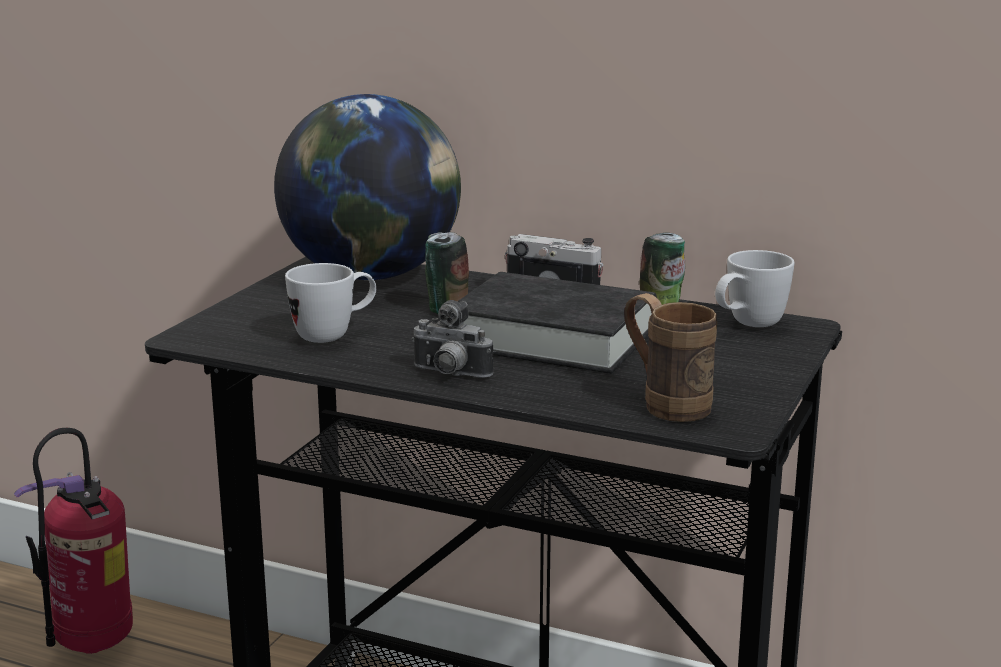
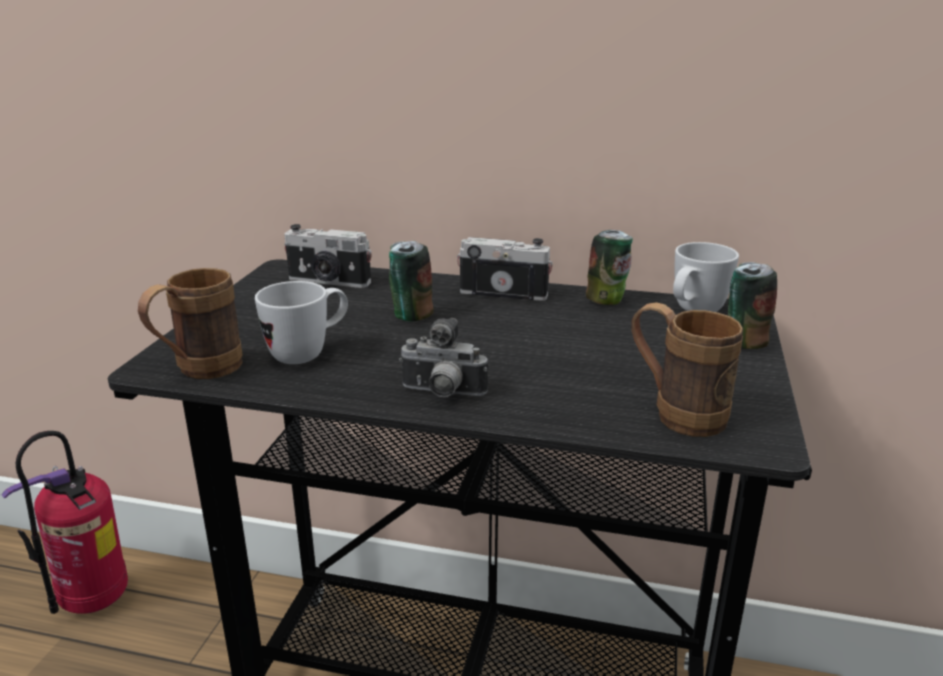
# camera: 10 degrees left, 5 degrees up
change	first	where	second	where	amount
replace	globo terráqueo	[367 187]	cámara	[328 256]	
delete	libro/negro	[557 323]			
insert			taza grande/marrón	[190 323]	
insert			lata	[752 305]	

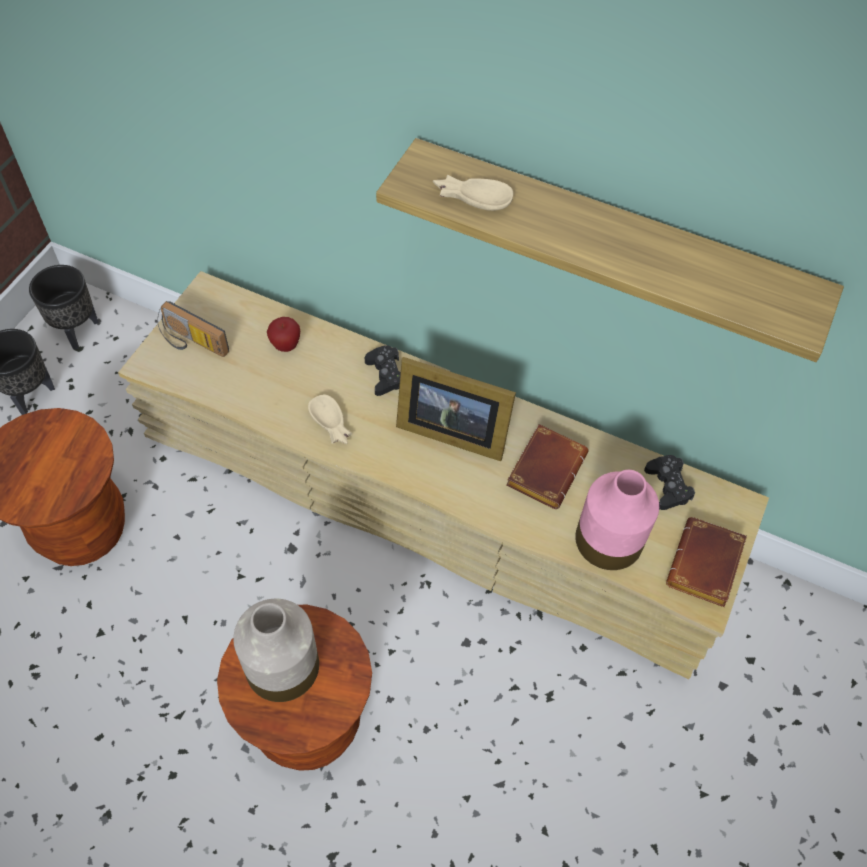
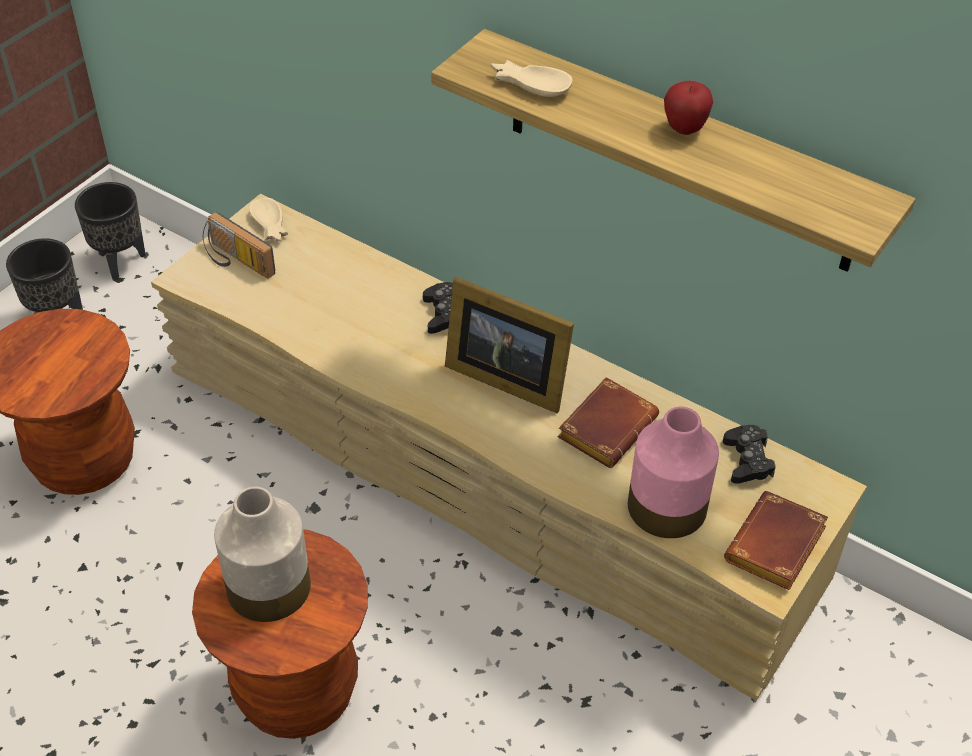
# camera: 10 degrees right, 10 degrees down
change	first	where	second	where	amount
move	manzana	[283 334]		[688 108]	
move	cuenco/beis	[330 419]		[268 219]	

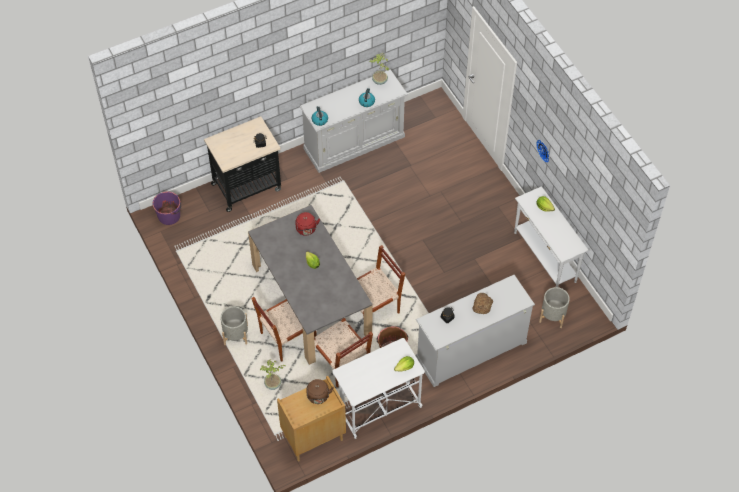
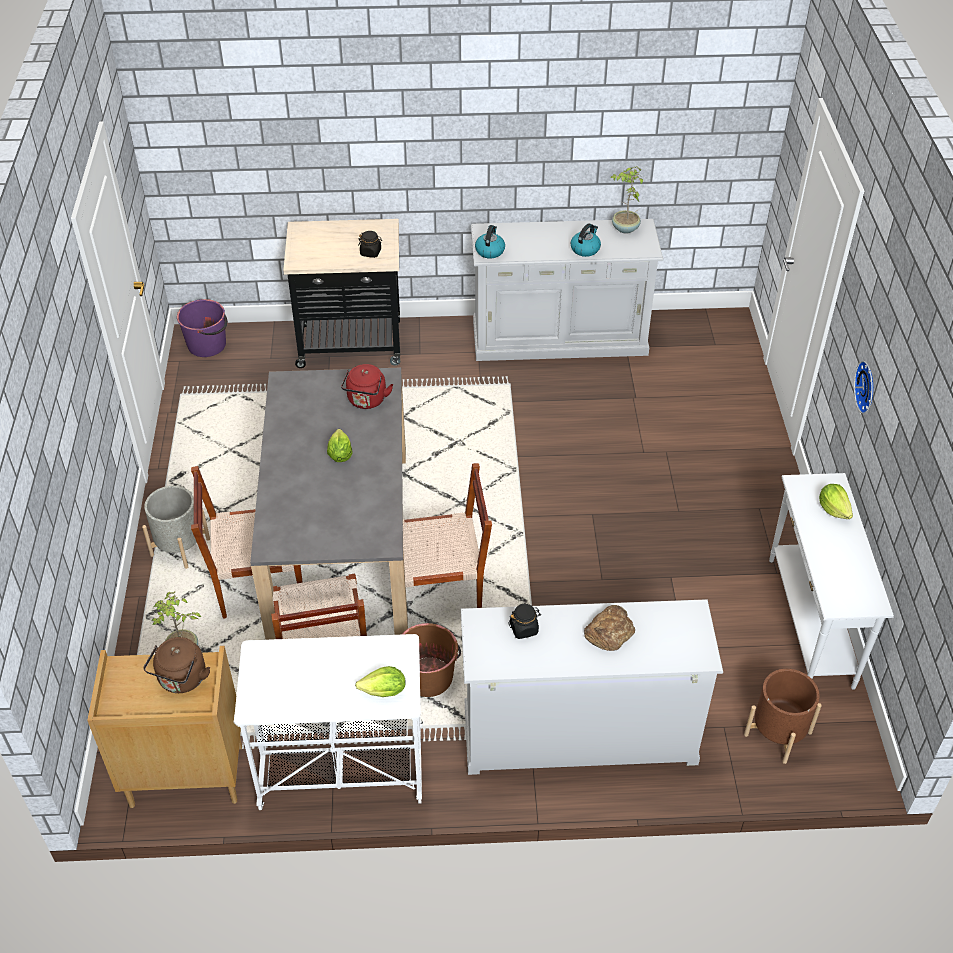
# camera: 25 degrees right, 10 degrees down
change	first	where	second	where	amount
recolor	maceta/gris	[554 307]	maceta/marrón	[783 716]	

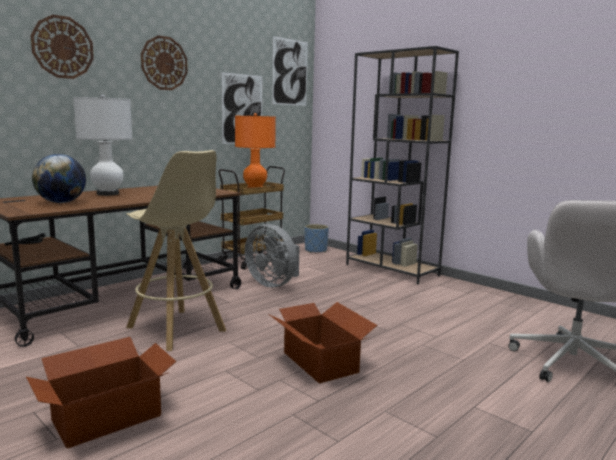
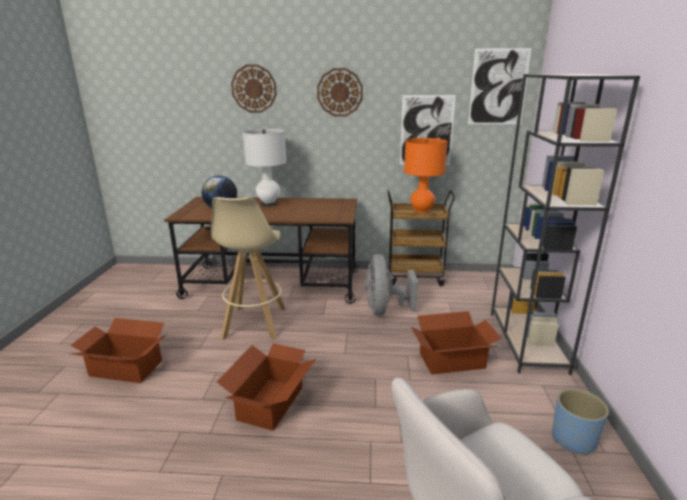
# camera: 50 degrees right, 10 degrees up
change	first	where	second	where	amount
move	maceta/azul	[317 238]		[580 422]	
insert			caja de cartón	[456 343]	

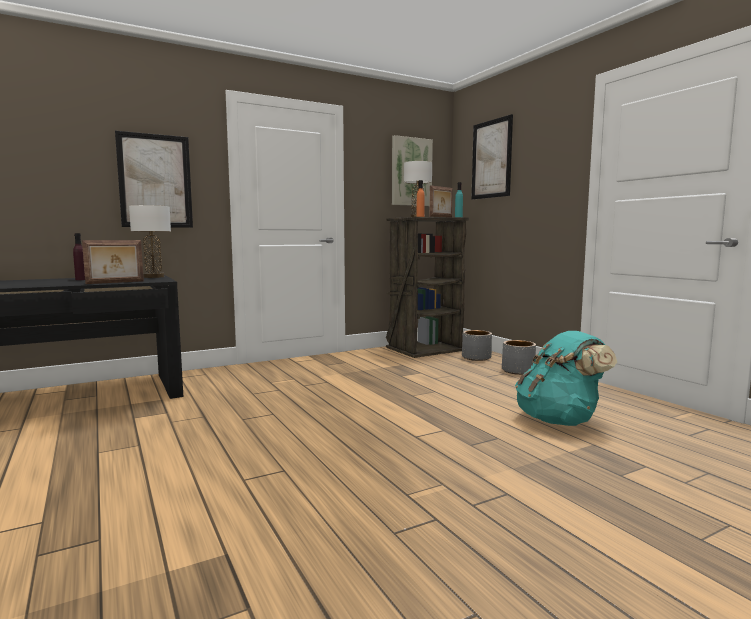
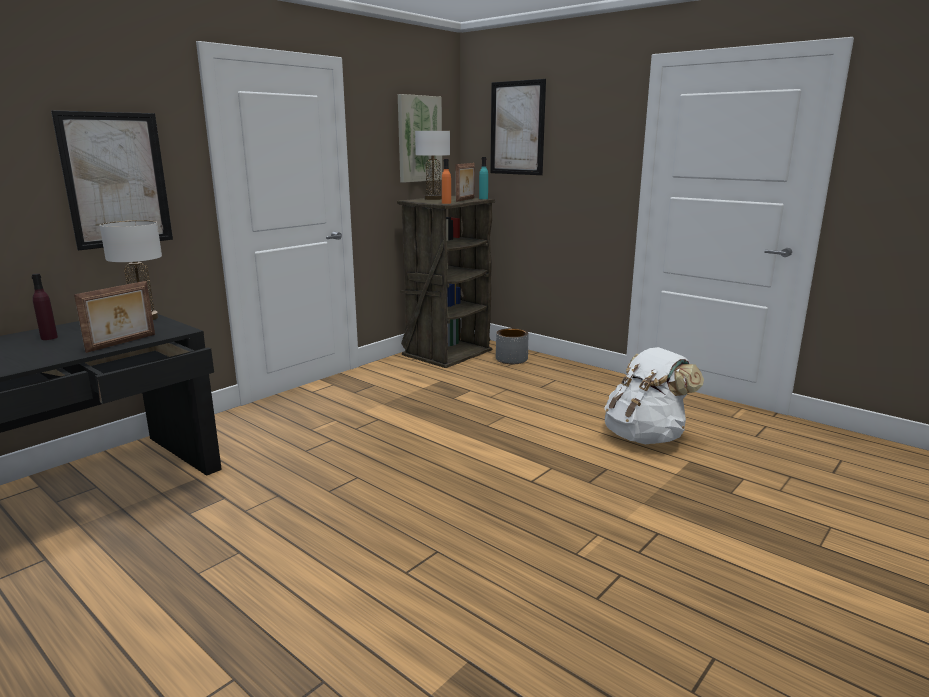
# camera: 20 degrees left, 10 degrees up
change	first	where	second	where	amount
delete	maceta/gris	[519 357]			
recolor	mochila/turquesa	[566 378]	mochila/blanco	[654 395]	

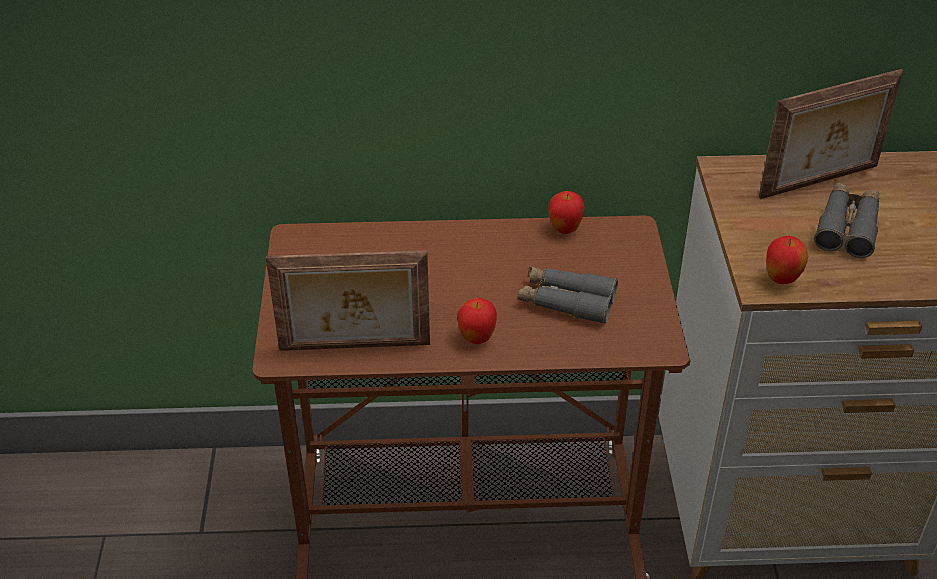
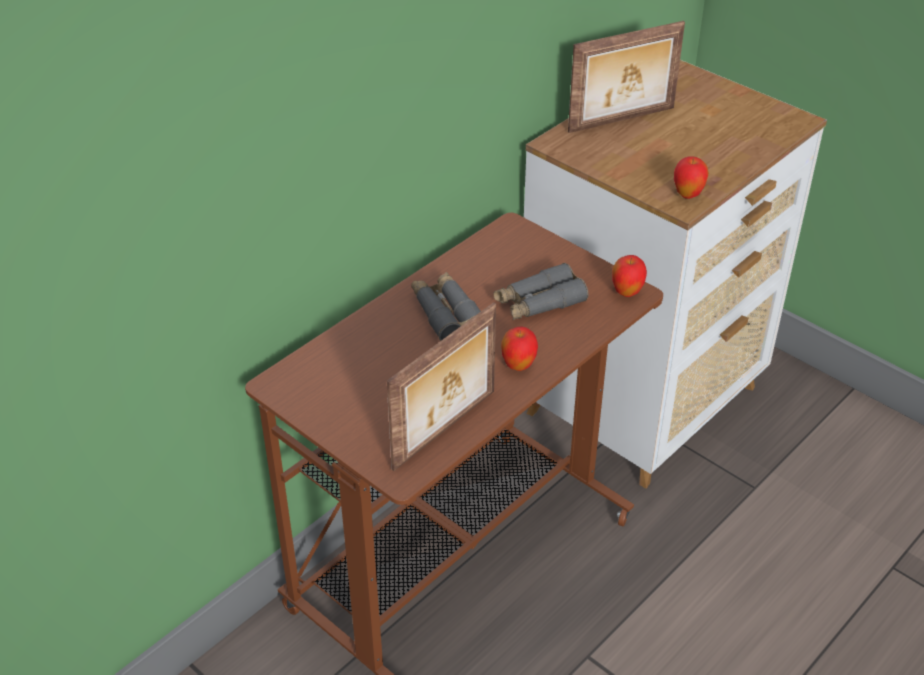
# camera: 45 degrees left, 0 degrees up
change	first	where	second	where	amount
move	manzana	[566 212]		[629 276]	
rotate	portarretratos	[830 134]		[626 77]	45 degrees clockwise
move	prismáticos/gris	[846 220]		[446 306]	

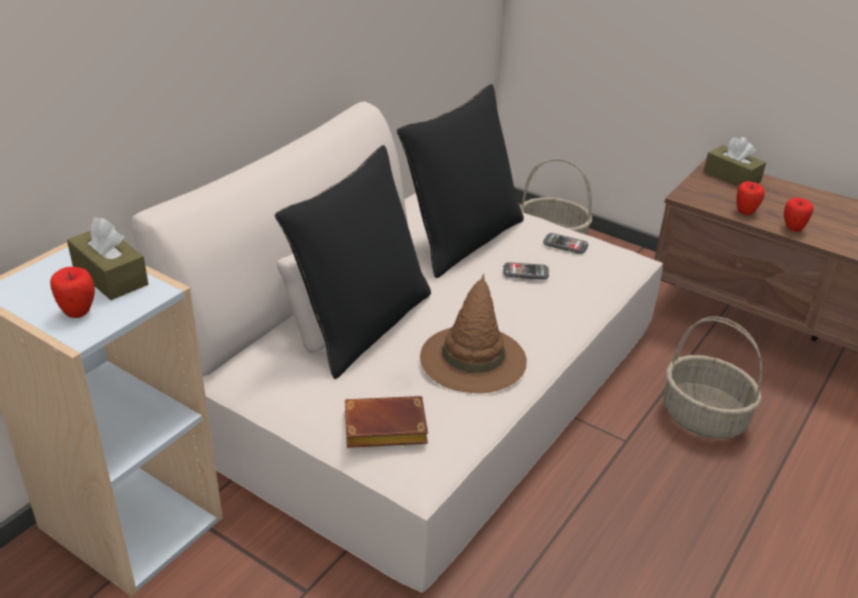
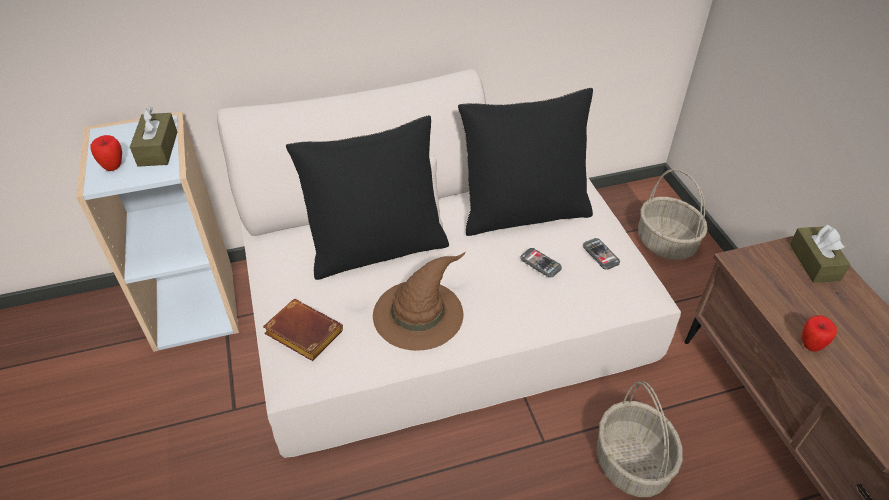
# camera: 40 degrees right, 10 degrees up
change	first	where	second	where	amount
delete	manzana	[750 198]			

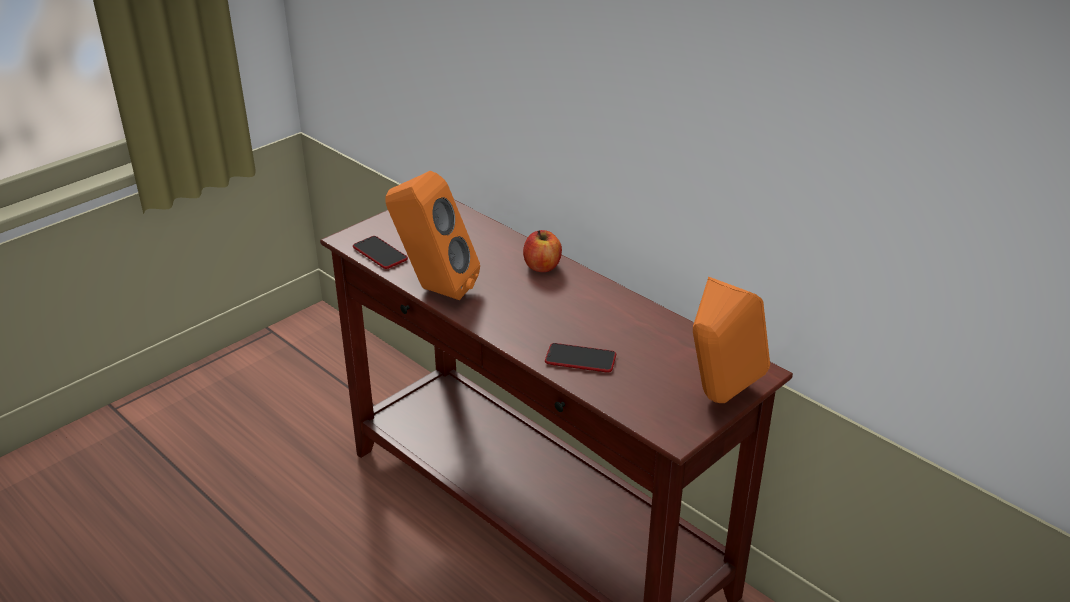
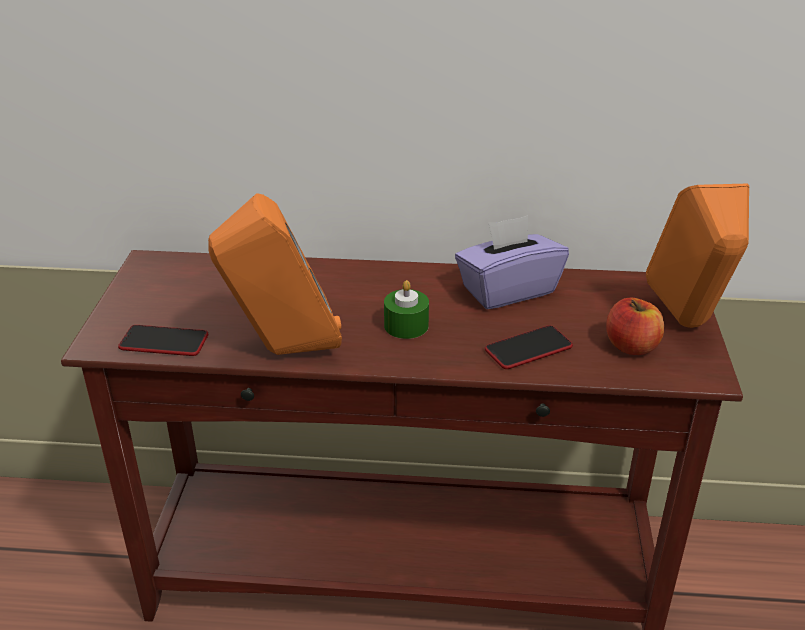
# camera: 40 degrees left, 0 degrees up
change	first	where	second	where	amount
move	manzana	[542 251]		[635 326]	
insert			vela/verde	[406 309]	
insert			caja de pañuelos/morado	[512 262]	

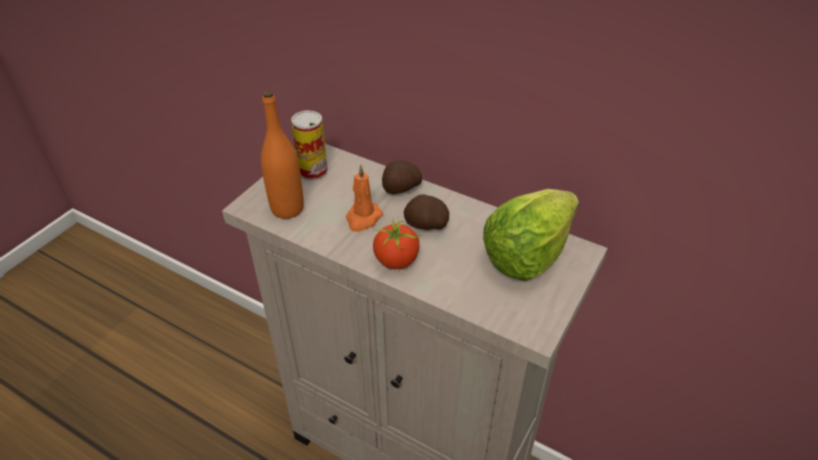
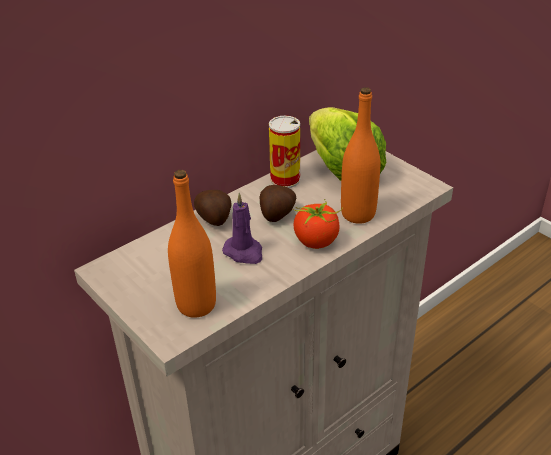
# camera: 70 degrees left, 5 degrees down
change	first	where	second	where	amount
move	lata	[309 145]		[284 152]	
recolor	vela/naranja	[364 198]	vela/morado	[242 228]	
insert			botella/naranja	[360 155]	

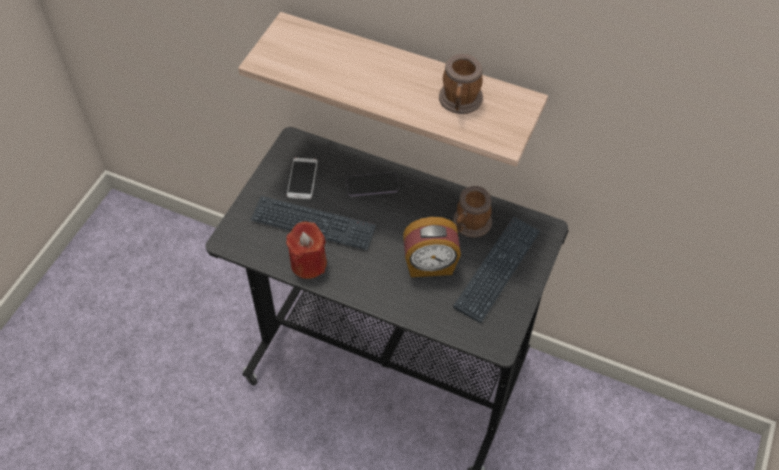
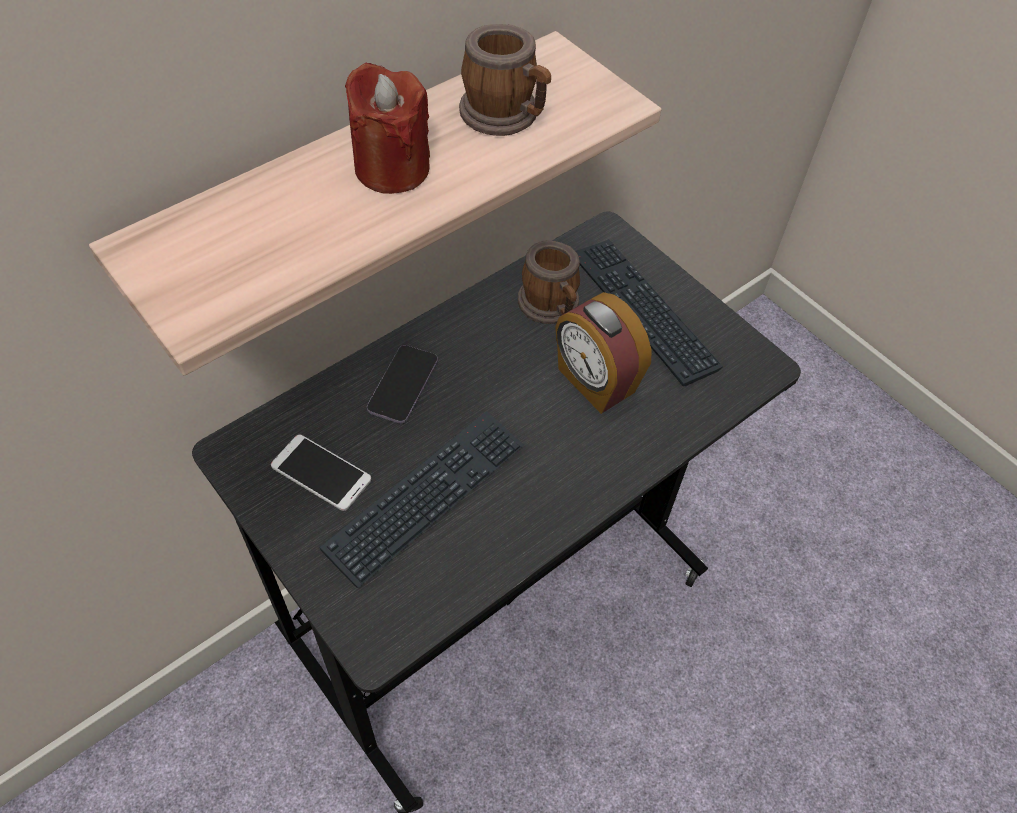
# camera: 65 degrees left, 0 degrees up
change	first	where	second	where	amount
move	vela/rojo	[306 250]		[387 128]	
rotate	despertador	[432 247]		[603 353]	120 degrees clockwise

